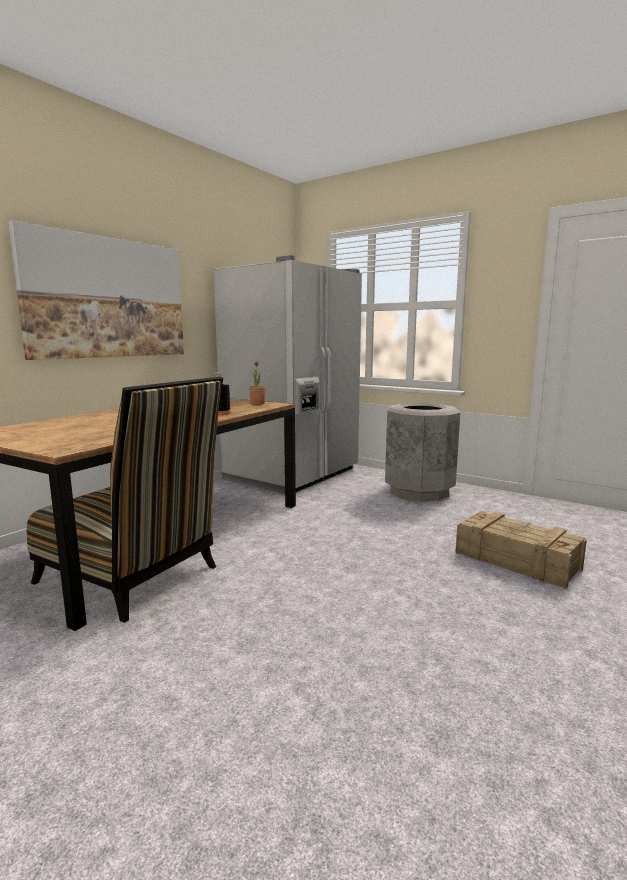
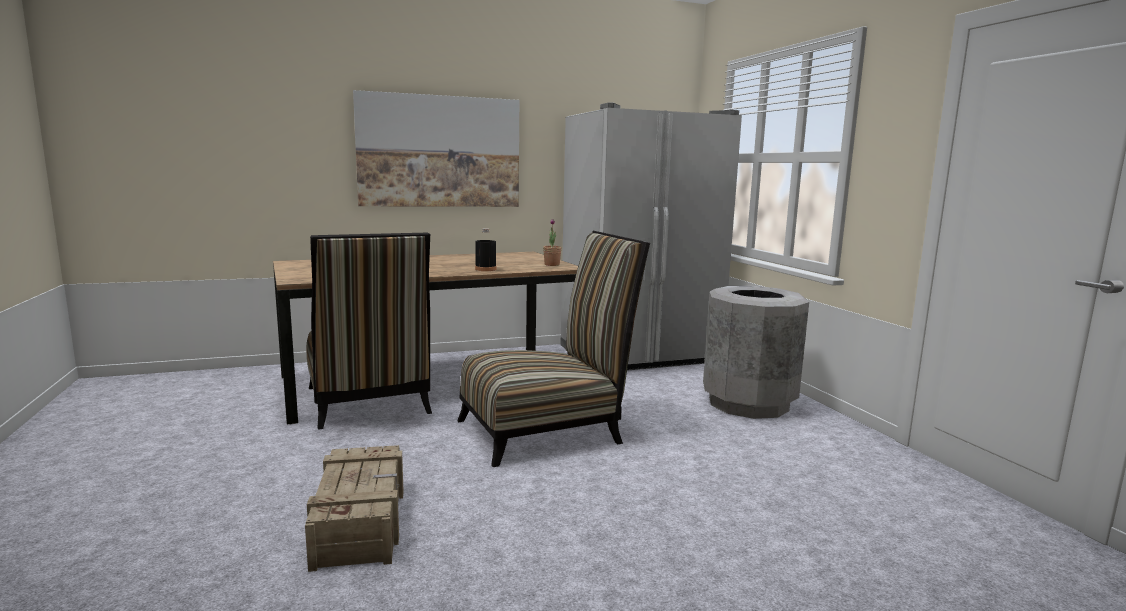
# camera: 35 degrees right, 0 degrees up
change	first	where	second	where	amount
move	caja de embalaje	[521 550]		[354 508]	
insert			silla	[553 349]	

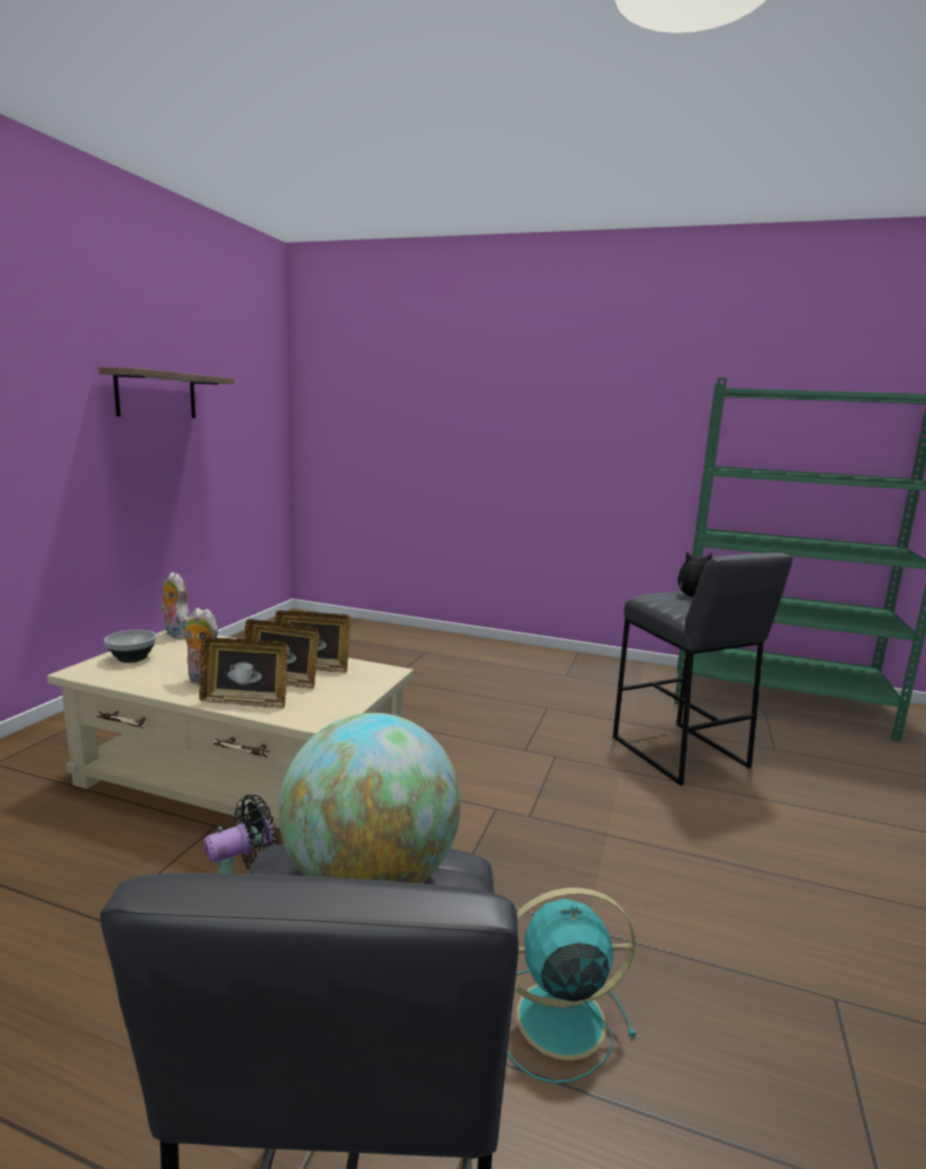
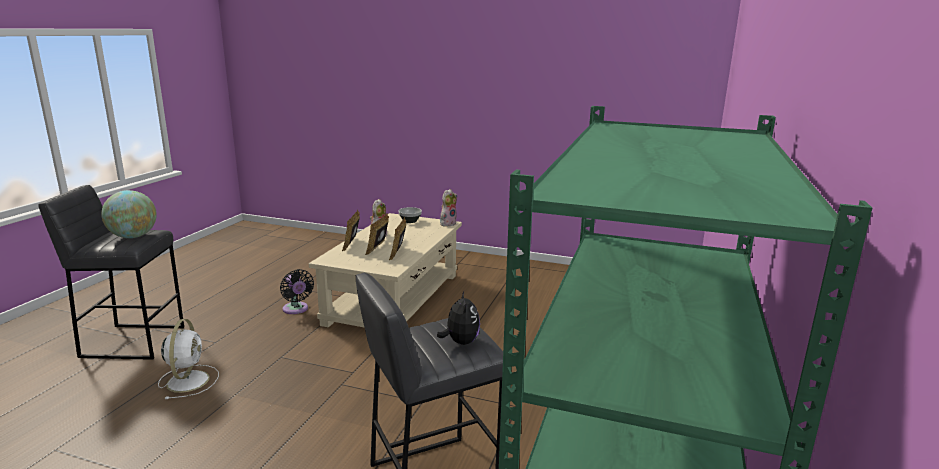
# camera: 90 degrees right, 5 degrees up
change	first	where	second	where	amount
delete	estante	[166 392]			
recolor	ventilador/turquesa	[571 986]	ventilador/blanco	[188 359]	

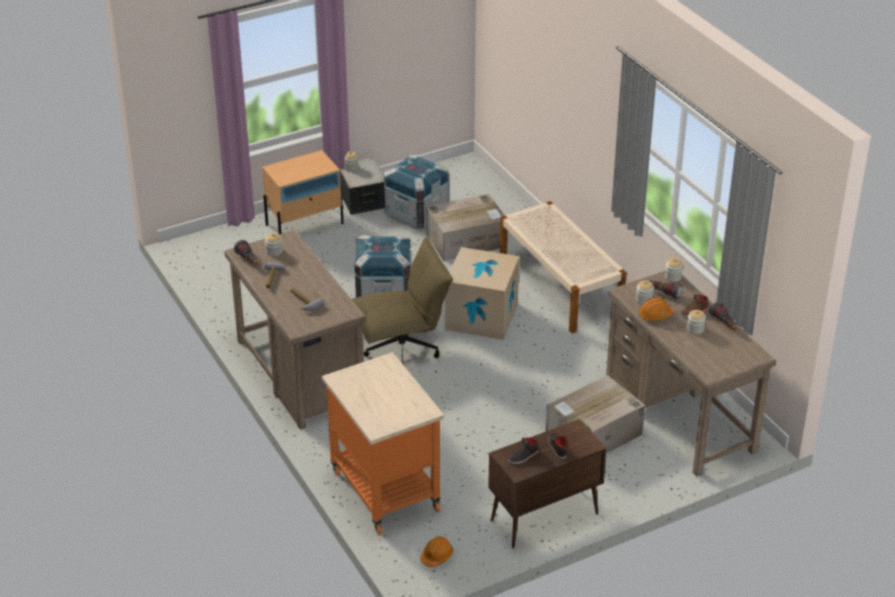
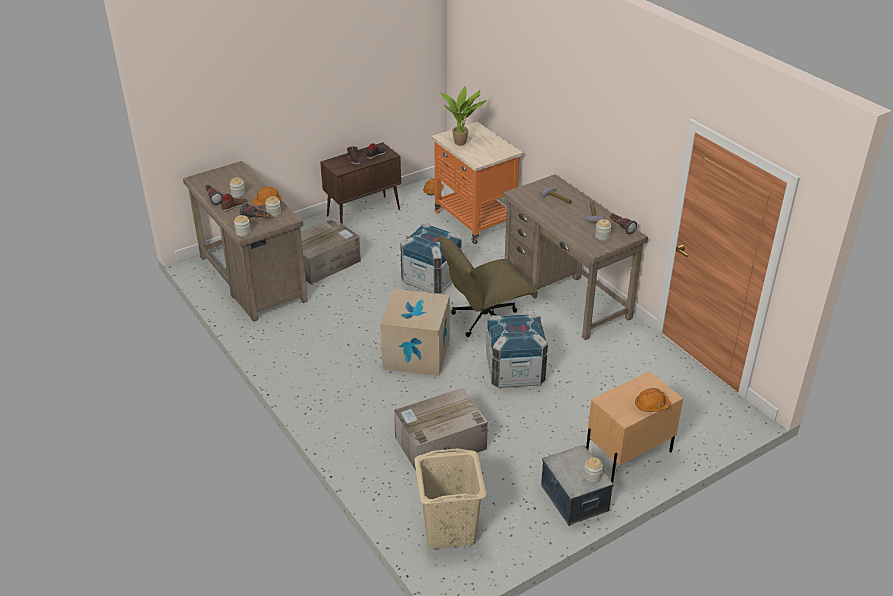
# camera: 175 degrees right, 0 degrees up
change	first	where	second	where	amount
move	caja de embalaje	[416 192]		[431 259]	
delete	banco/beis	[563 267]			
insert			cesto de la ropa/beis	[450 498]	
insert			planta en maceta	[463 116]	
insert			casco/naranja	[653 400]	

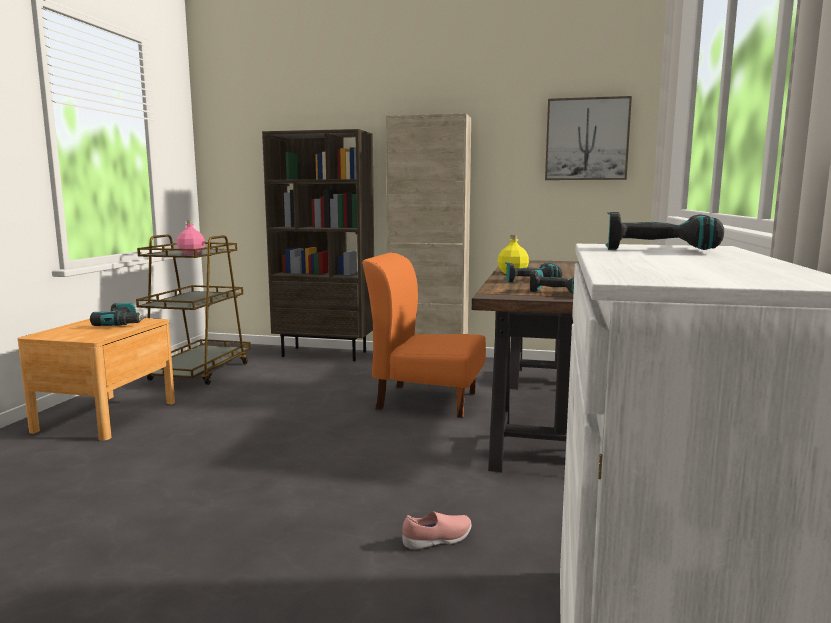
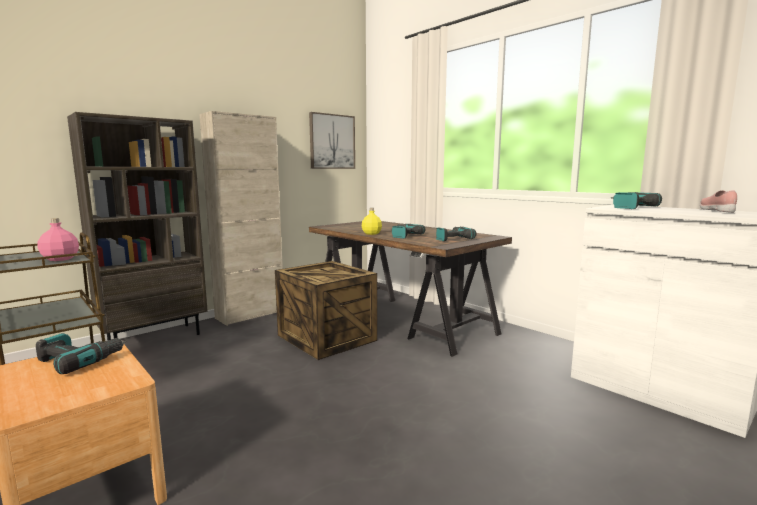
# camera: 55 degrees left, 0 degrees up
change	first	where	second	where	amount
replace	silla/naranja	[424 335]	caja de embalaje	[326 310]	
move	zapato/rosa	[436 530]		[718 201]	

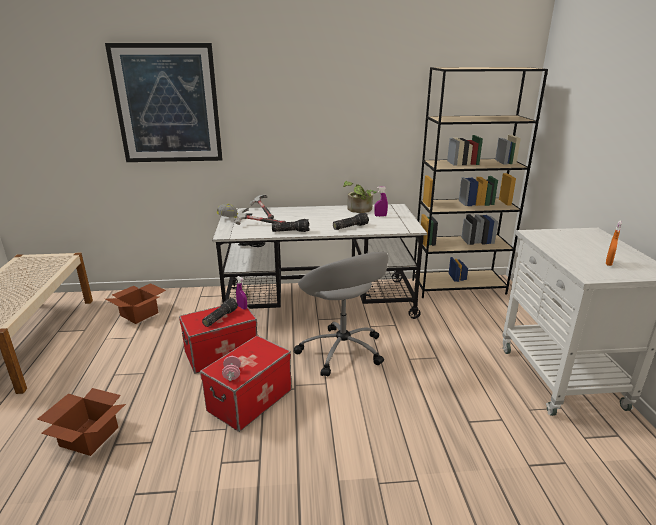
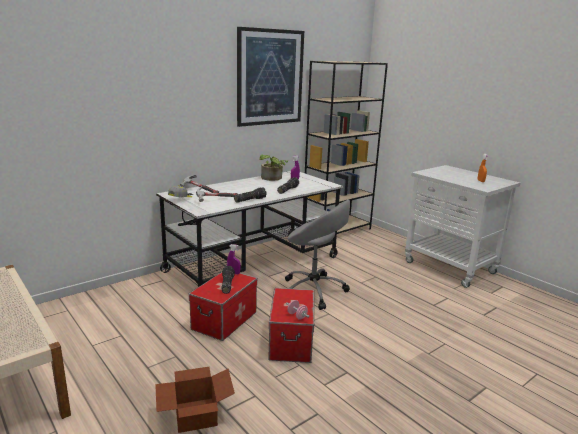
# camera: 35 degrees left, 5 degrees down
change	first	where	second	where	amount
move	cuadro	[164 102]		[270 77]	
delete	caja de cartón	[135 303]			

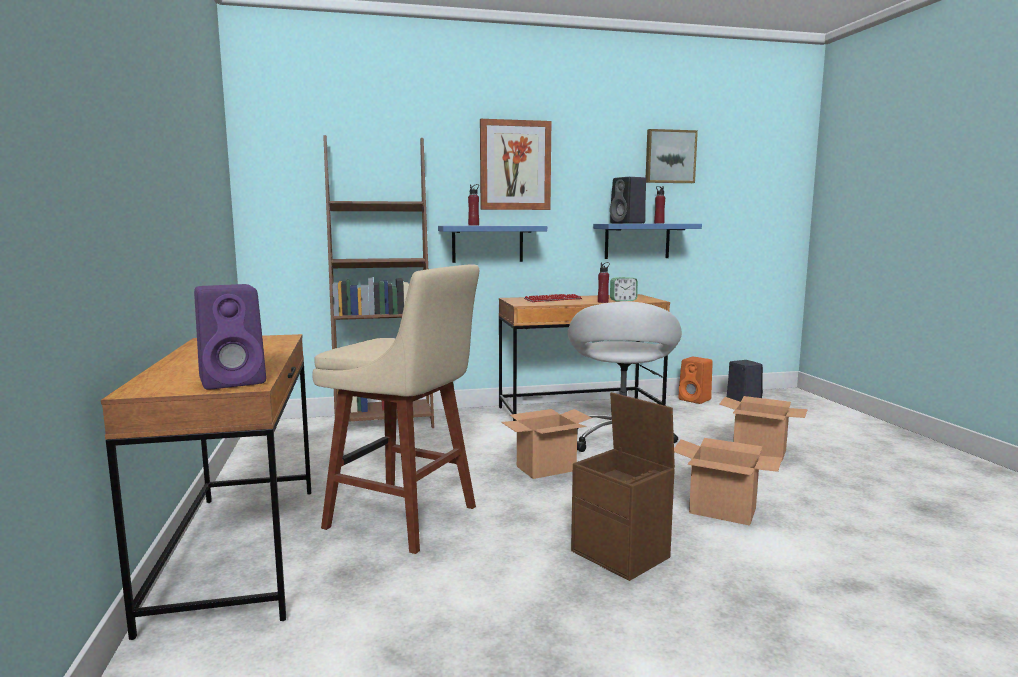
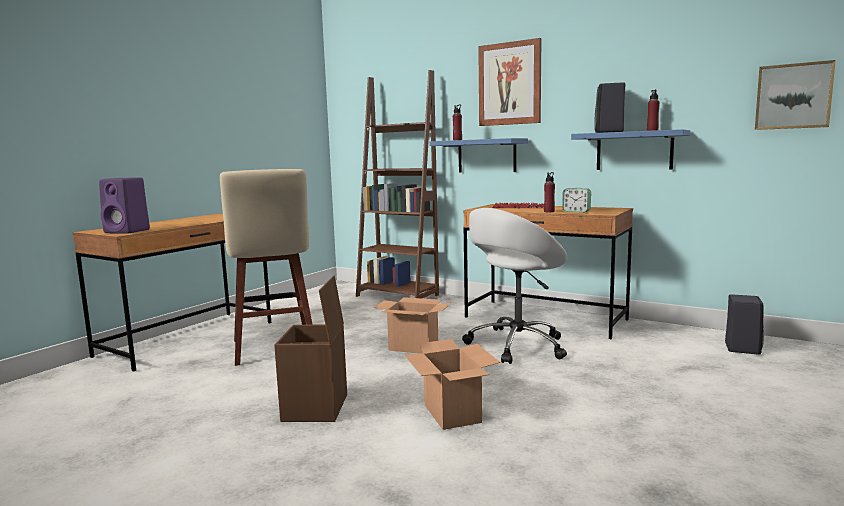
# camera: 45 degrees right, 0 degrees up
change	first	where	second	where	amount
move	cuadro	[672 156]		[795 95]	
delete	altavoz/naranja	[695 380]			
delete	caja de cartón	[763 429]			

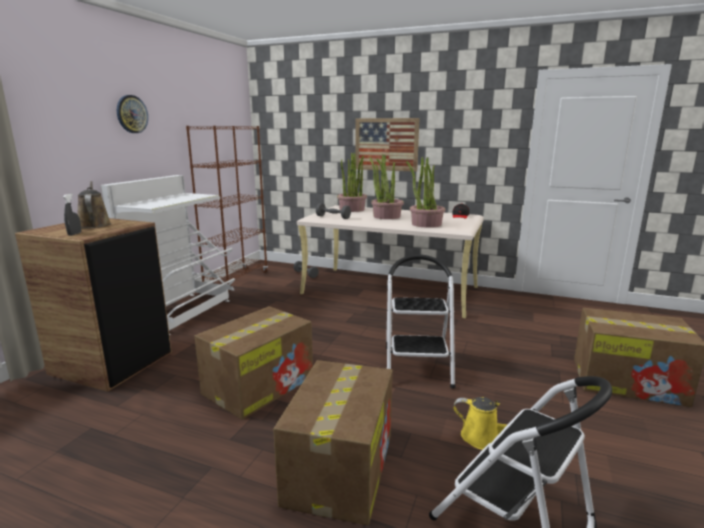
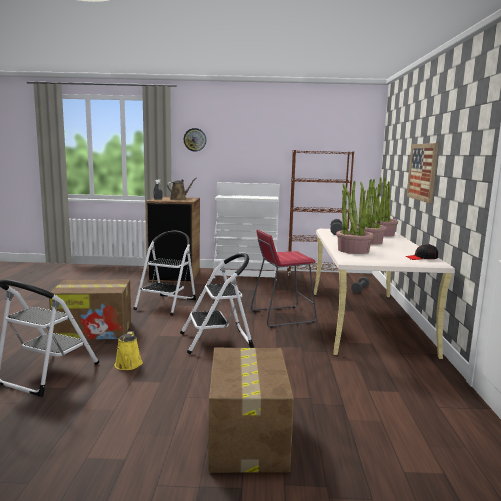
# camera: 70 degrees right, 5 degrees down
change	first	where	second	where	amount
move	reloj de pared	[132 114]		[195 139]	
replace	caja de cartón	[254 363]	escalera de tijera	[165 273]	
insert			taburete/rojo	[284 279]	

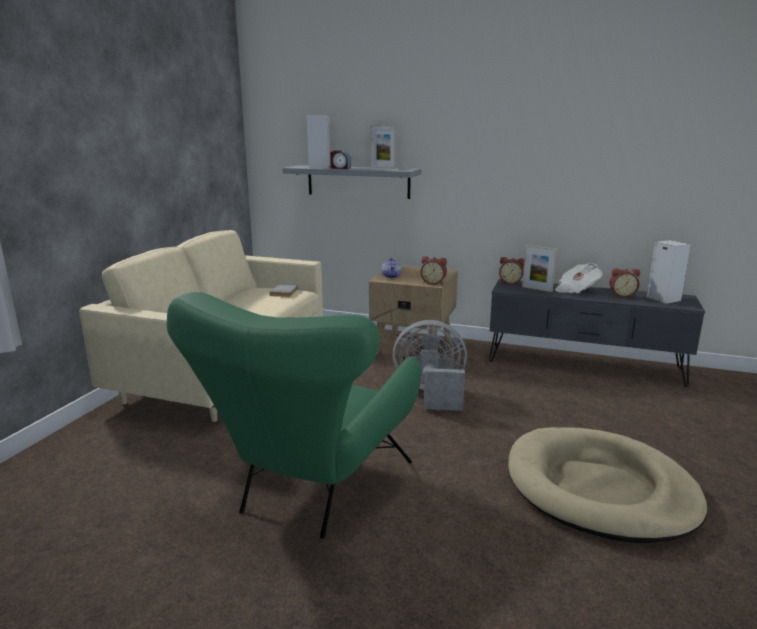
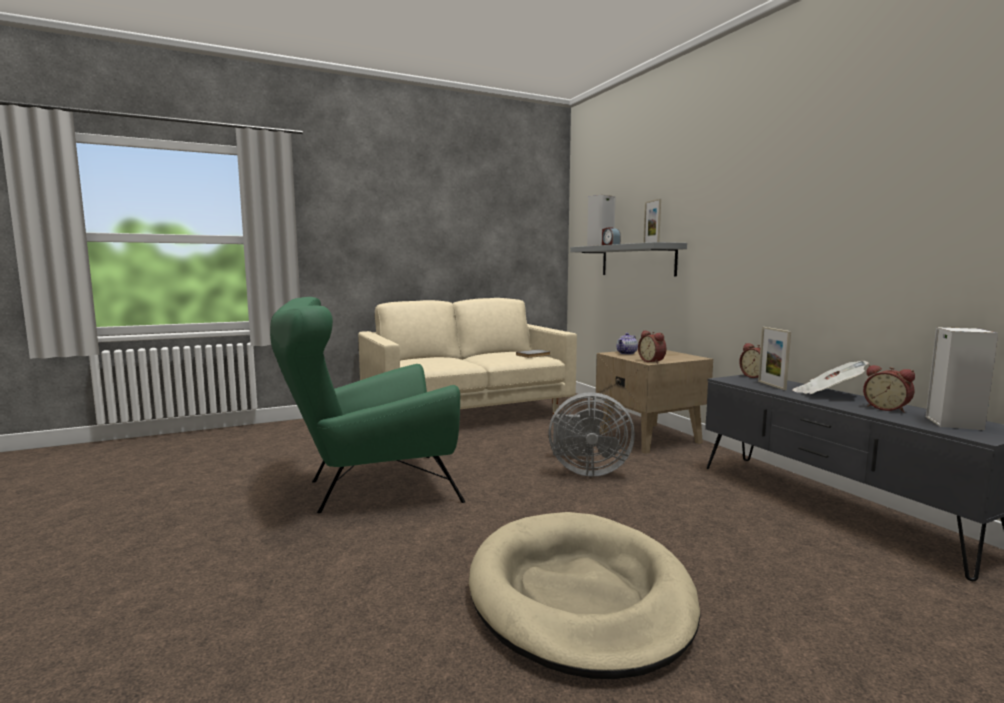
# camera: 45 degrees right, 10 degrees down
change	first	where	second	where	amount
rotate	ventilador/gris	[430 365]		[591 434]	135 degrees clockwise

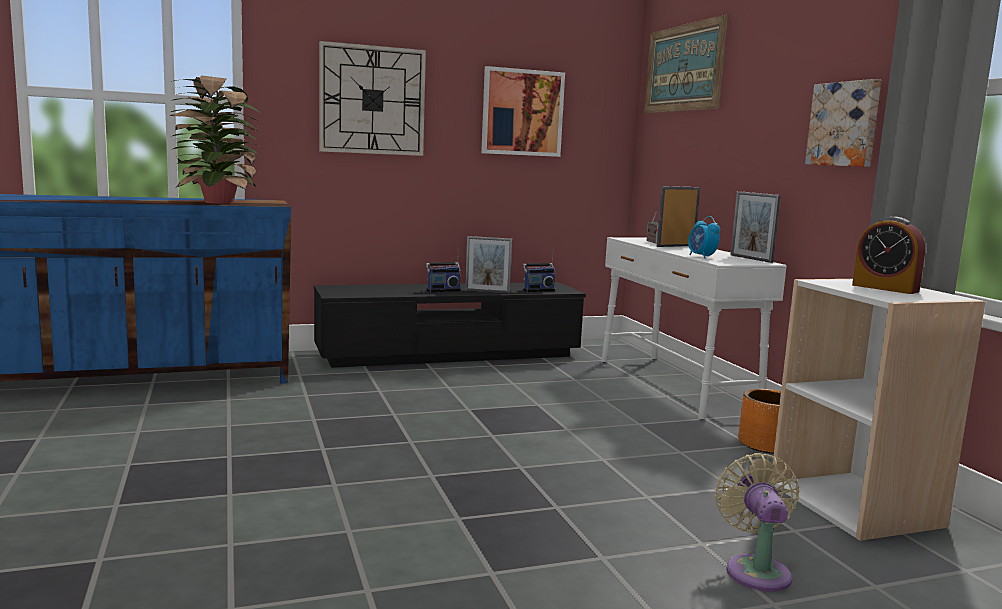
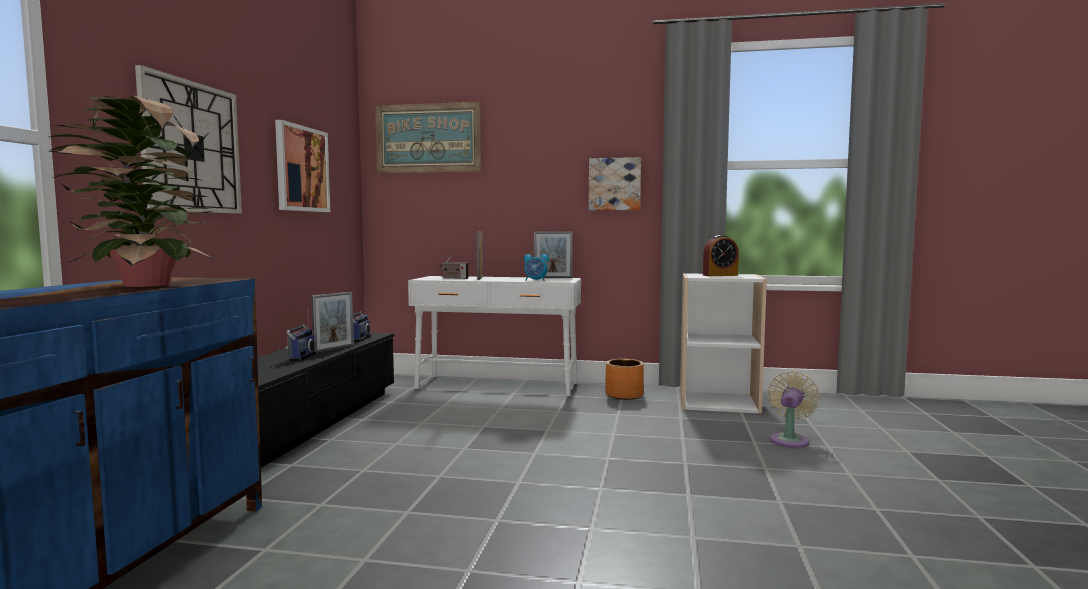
# camera: 60 degrees left, 5 degrees down
change	first	where	second	where	amount
rotate	ventilador/beis	[757 522]		[794 409]	90 degrees clockwise

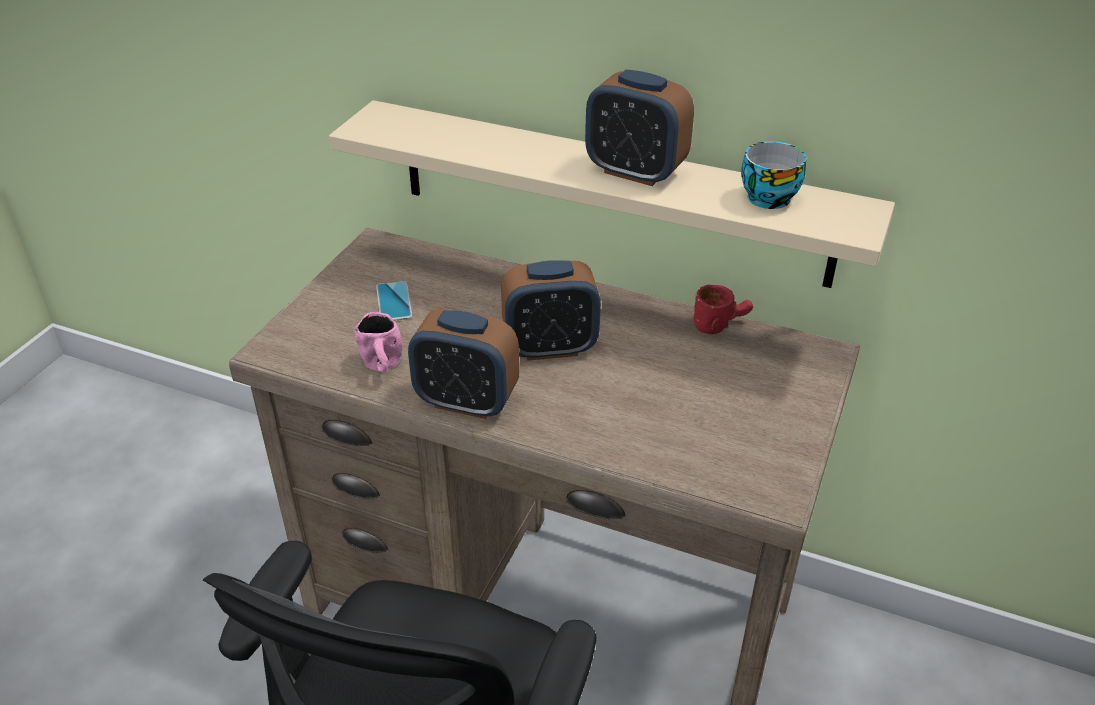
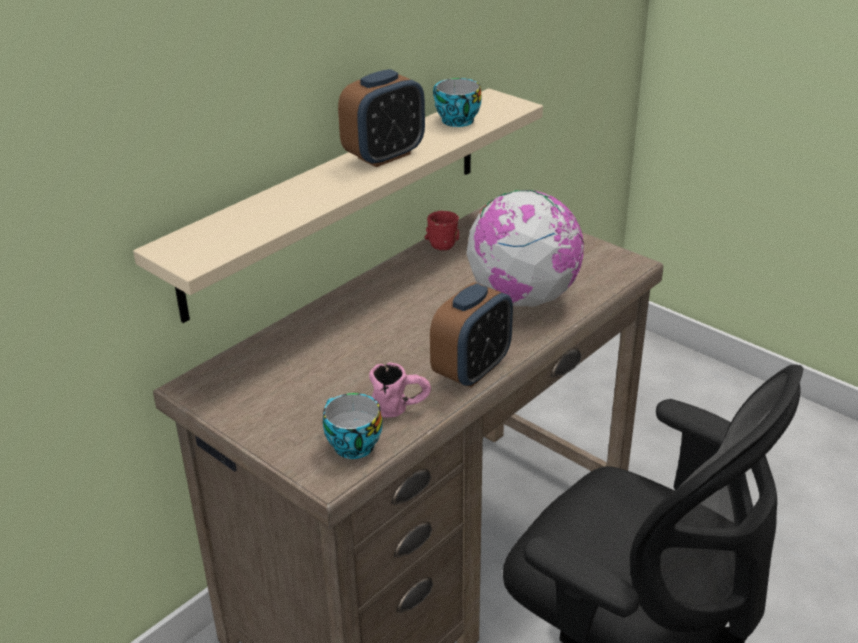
# camera: 70 degrees left, 5 degrees down
change	first	where	second	where	amount
delete	móvil	[394 301]			
delete	despertador	[551 310]			
insert			taza	[352 426]	
insert			globo terráqueo	[525 248]	

